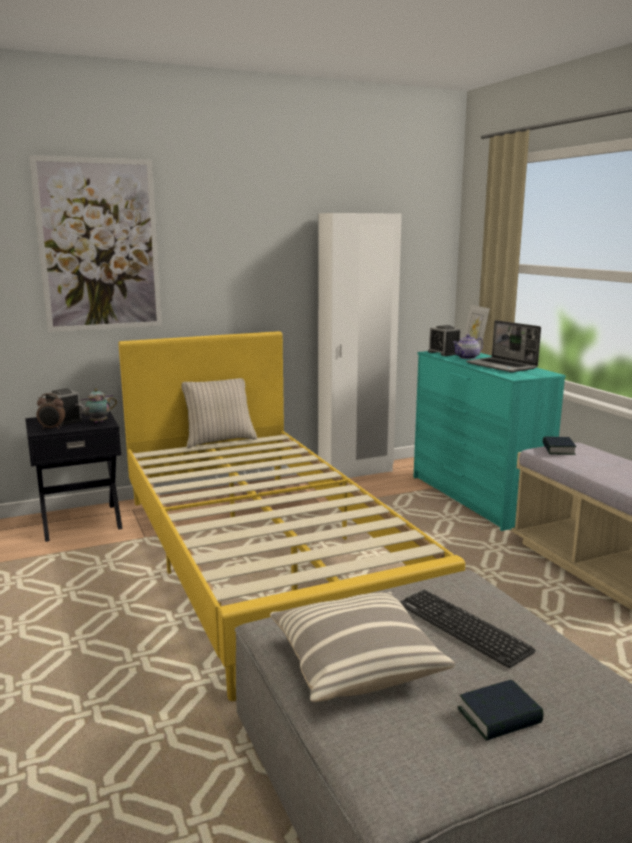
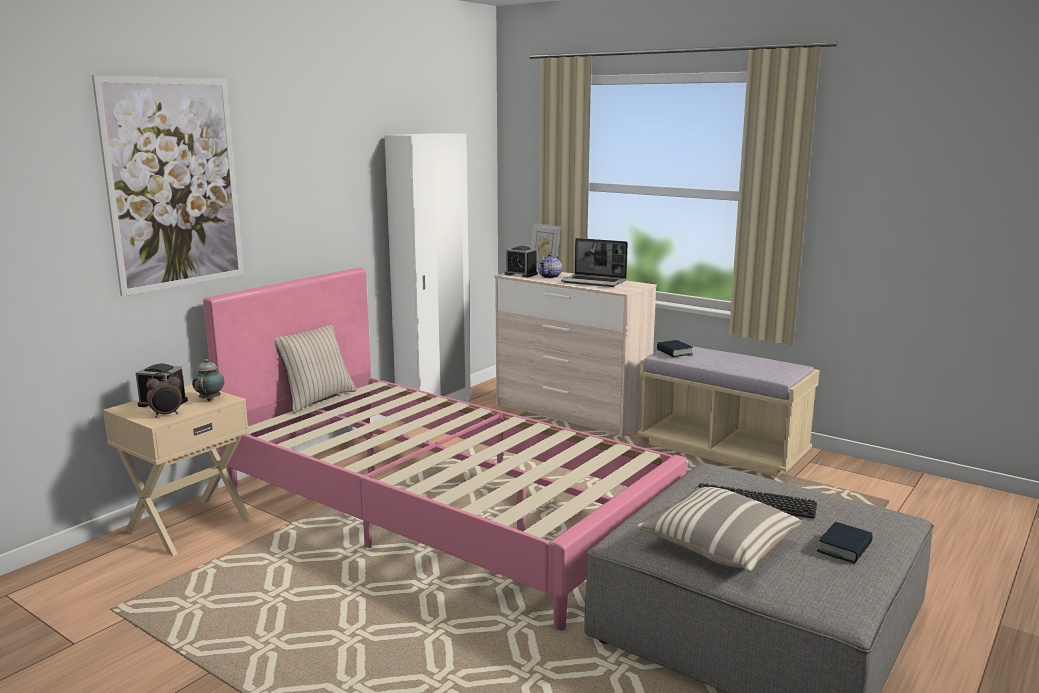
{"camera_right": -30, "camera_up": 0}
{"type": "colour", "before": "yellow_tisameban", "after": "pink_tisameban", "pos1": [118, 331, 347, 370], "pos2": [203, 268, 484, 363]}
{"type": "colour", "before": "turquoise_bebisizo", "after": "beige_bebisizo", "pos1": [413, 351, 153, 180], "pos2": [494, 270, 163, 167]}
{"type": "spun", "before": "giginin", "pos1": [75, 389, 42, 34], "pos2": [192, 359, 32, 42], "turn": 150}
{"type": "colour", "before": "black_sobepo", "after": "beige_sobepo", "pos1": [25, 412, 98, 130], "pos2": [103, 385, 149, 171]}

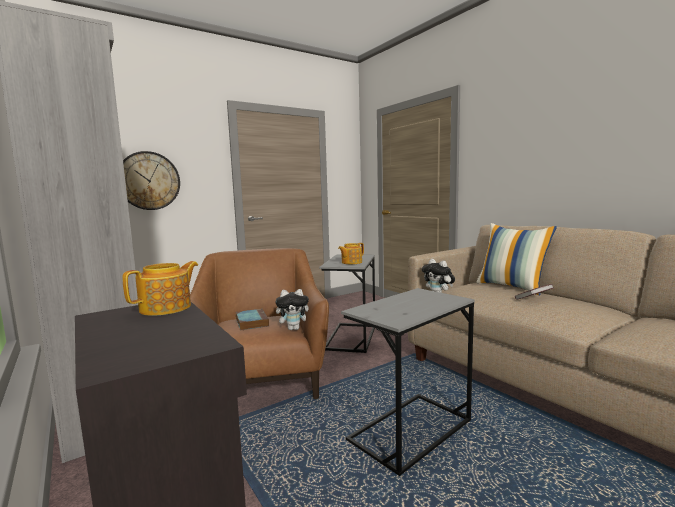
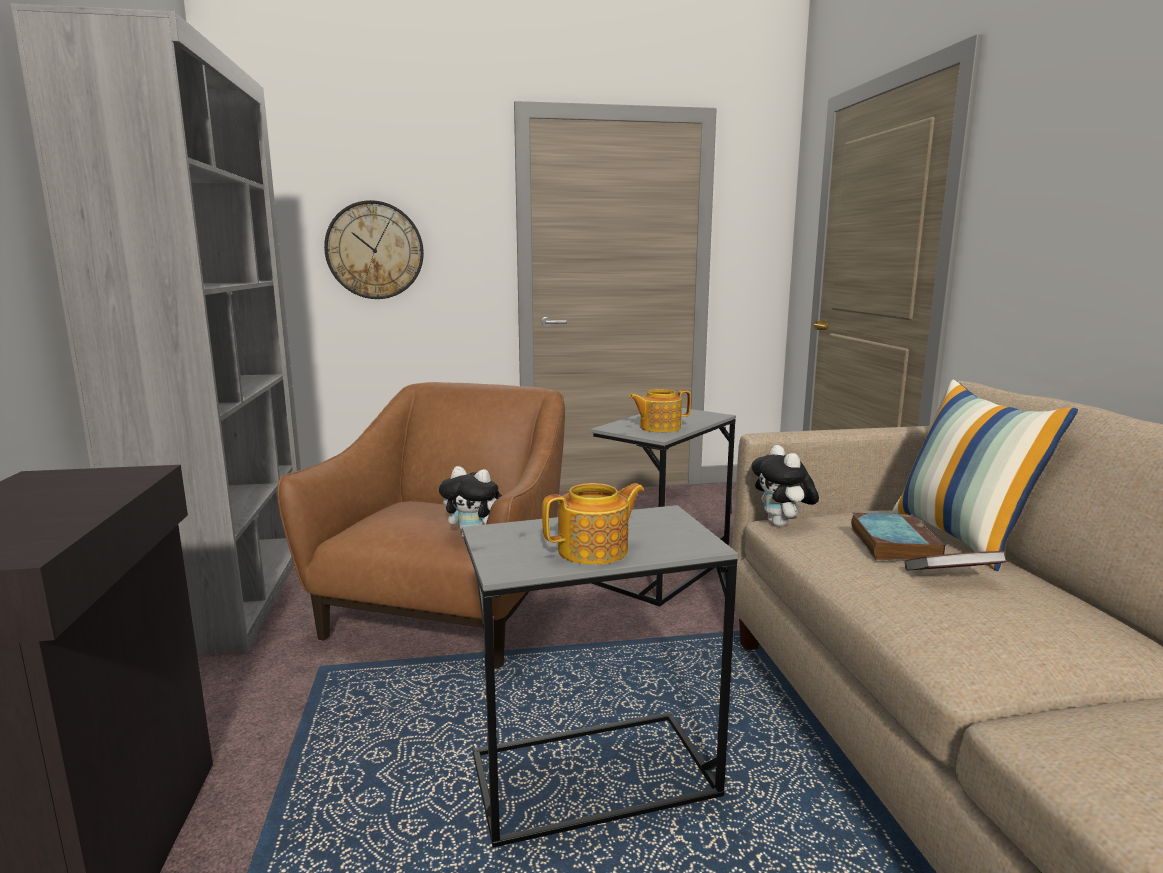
{"camera_right": 25, "camera_up": 5}
{"type": "relocated", "before": "giginin", "pos1": [122, 261, 76, 55], "pos2": [542, 483, 102, 82]}
{"type": "relocated", "before": "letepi", "pos1": [236, 309, 33, 22], "pos2": [851, 513, 94, 48]}

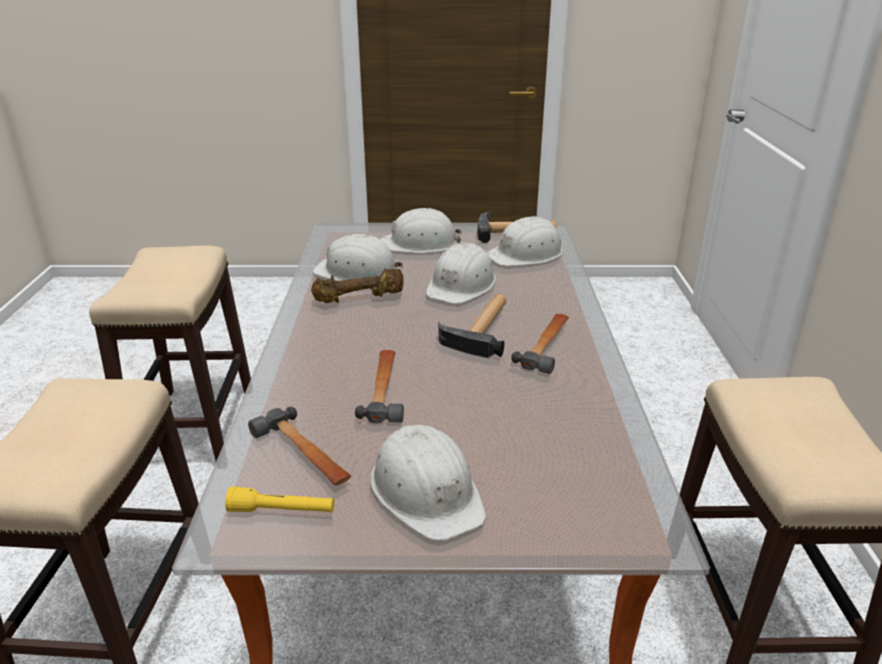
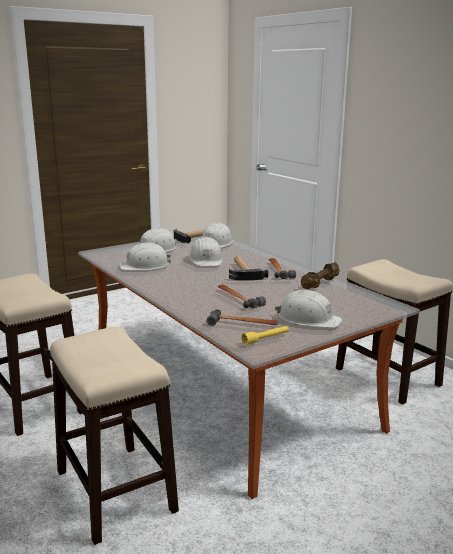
{"camera_right": -35, "camera_up": -10}
{"type": "relocated", "before": "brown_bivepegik", "pos1": [311, 268, 93, 35], "pos2": [301, 262, 39, 27]}

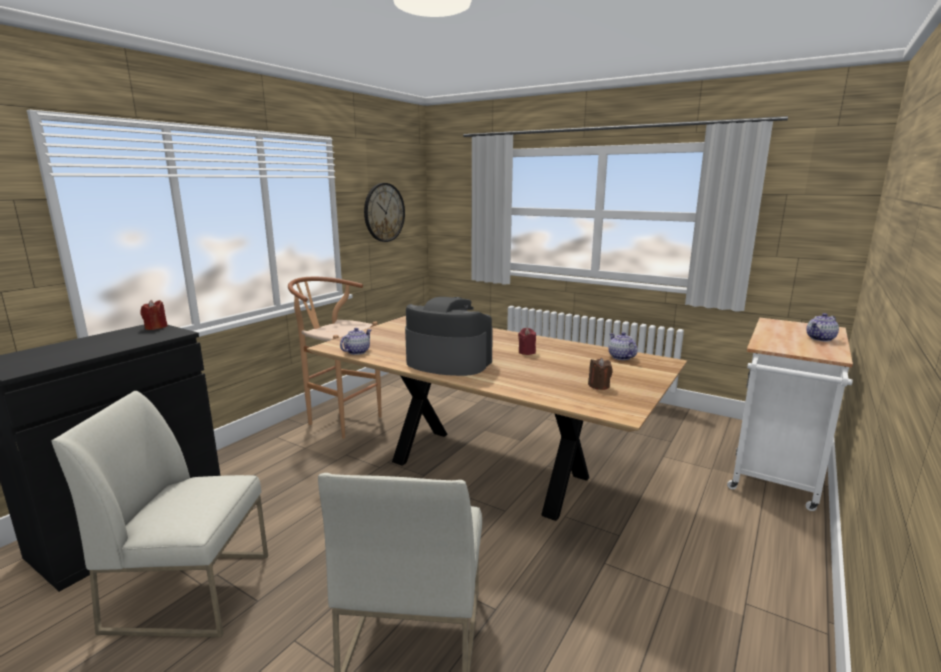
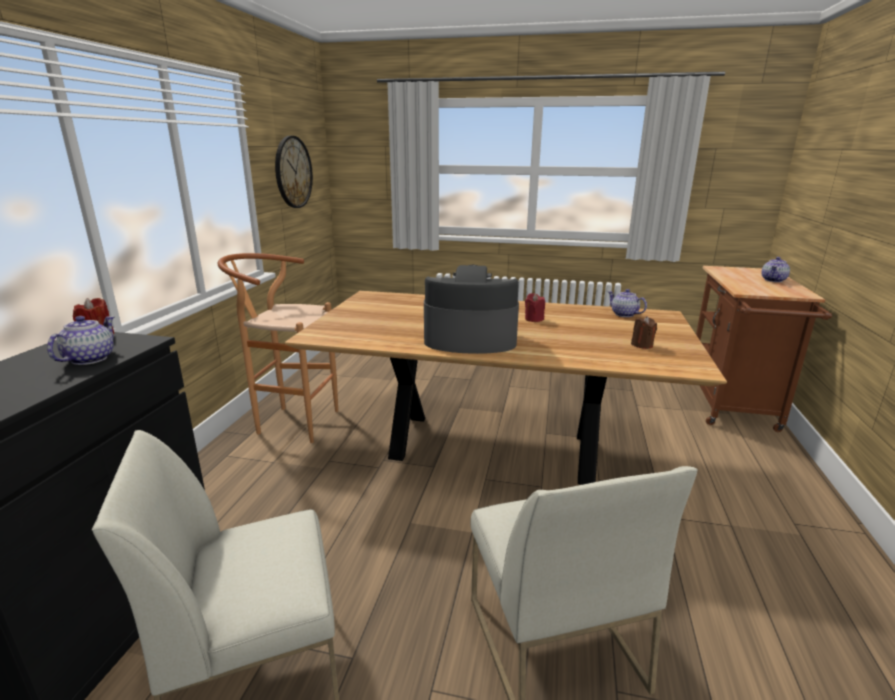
{"camera_right": -20, "camera_up": 5}
{"type": "colour", "before": "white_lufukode", "after": "brown_lufukode", "pos1": [727, 318, 126, 193], "pos2": [696, 266, 136, 166]}
{"type": "relocated", "before": "giginin", "pos1": [340, 328, 31, 27], "pos2": [47, 316, 67, 49]}

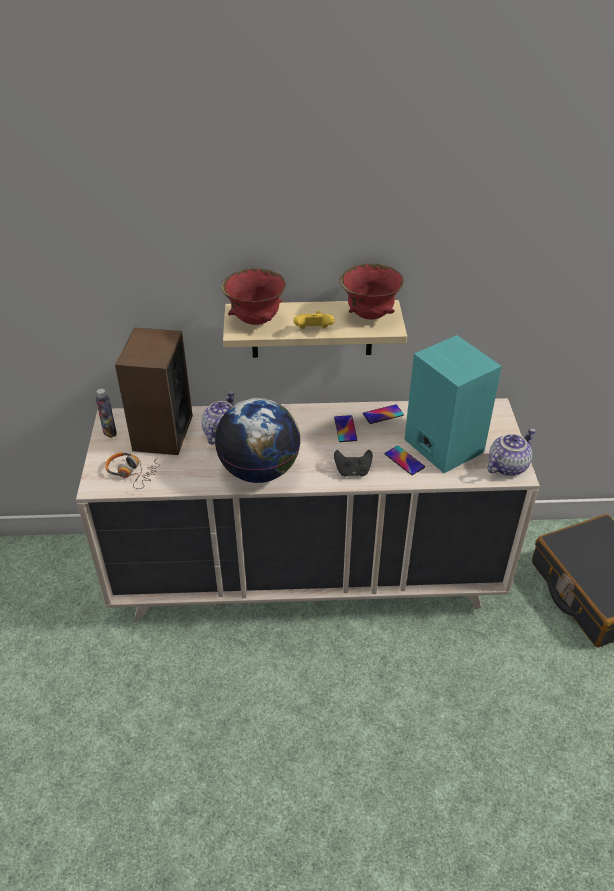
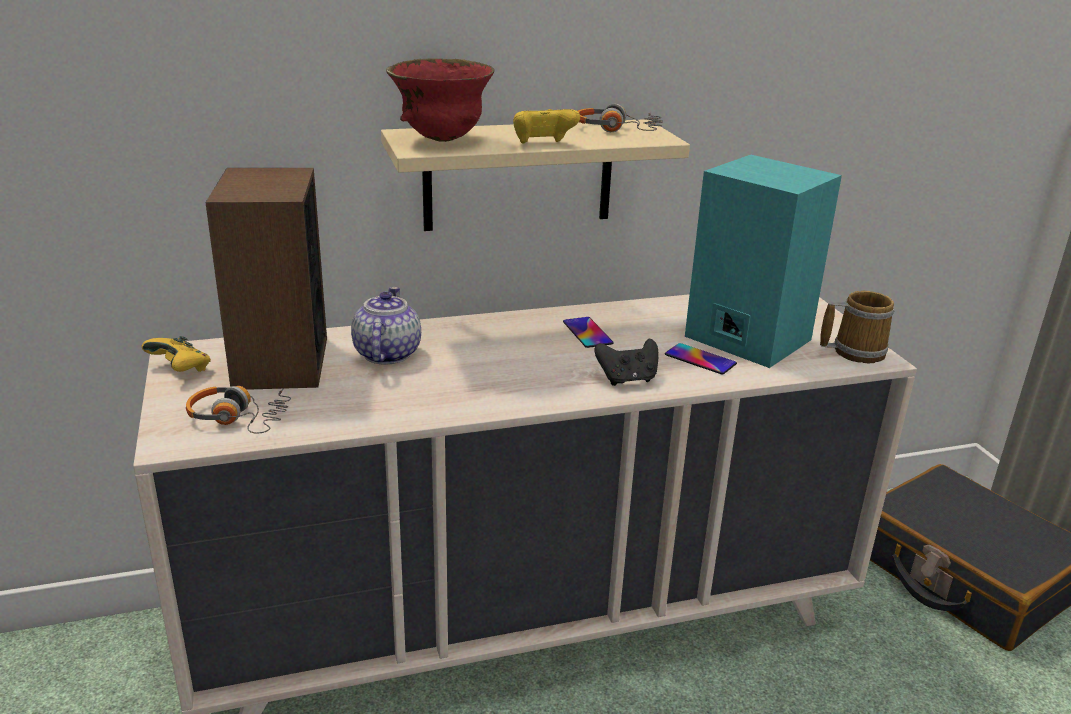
{"camera_right": -15, "camera_up": -15}
{"type": "exchanged", "before": "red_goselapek", "after": "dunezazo", "pos1": [340, 264, 64, 55], "pos2": [578, 104, 85, 28]}
{"type": "exchanged", "before": "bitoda", "after": "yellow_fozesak", "pos1": [95, 389, 22, 49], "pos2": [142, 336, 69, 36]}
{"type": "missing", "before": "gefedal", "pos1": [215, 398, 86, 85]}
{"type": "missing", "before": "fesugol", "pos1": [363, 404, 41, 20]}
{"type": "exchanged", "before": "giginin", "after": "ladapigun", "pos1": [487, 429, 49, 47], "pos2": [820, 291, 74, 72]}

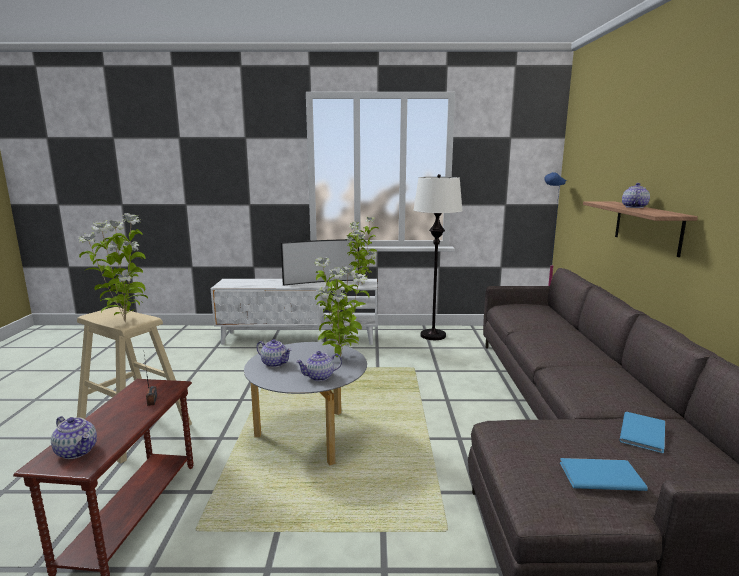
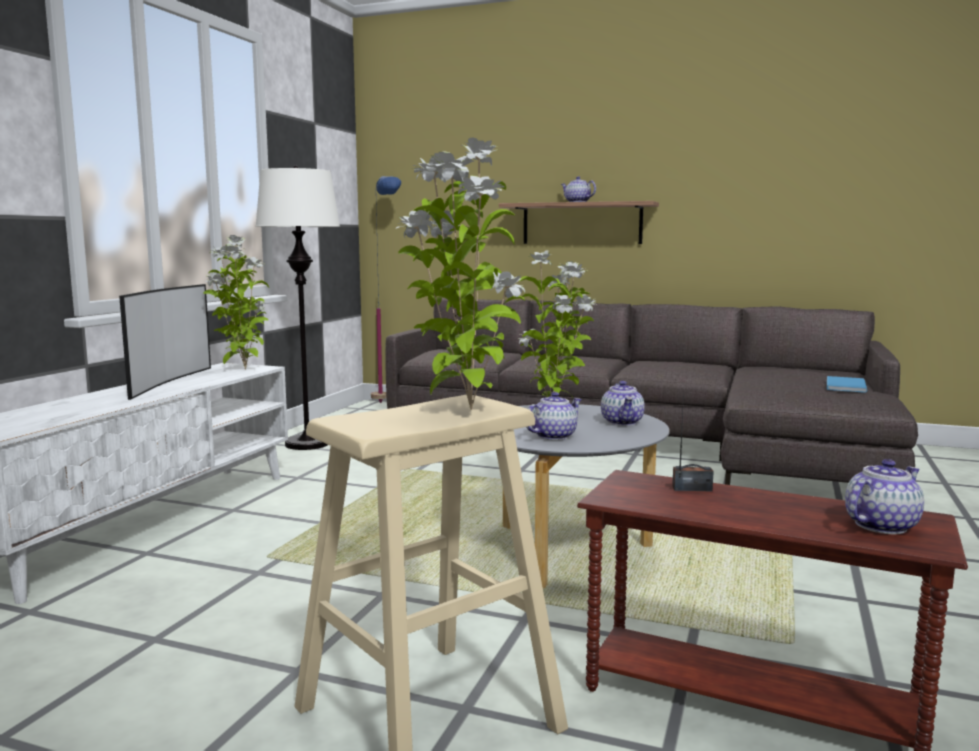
{"camera_right": -70, "camera_up": -5}
{"type": "missing", "before": "blue_letepi", "pos1": [619, 412, 46, 41]}

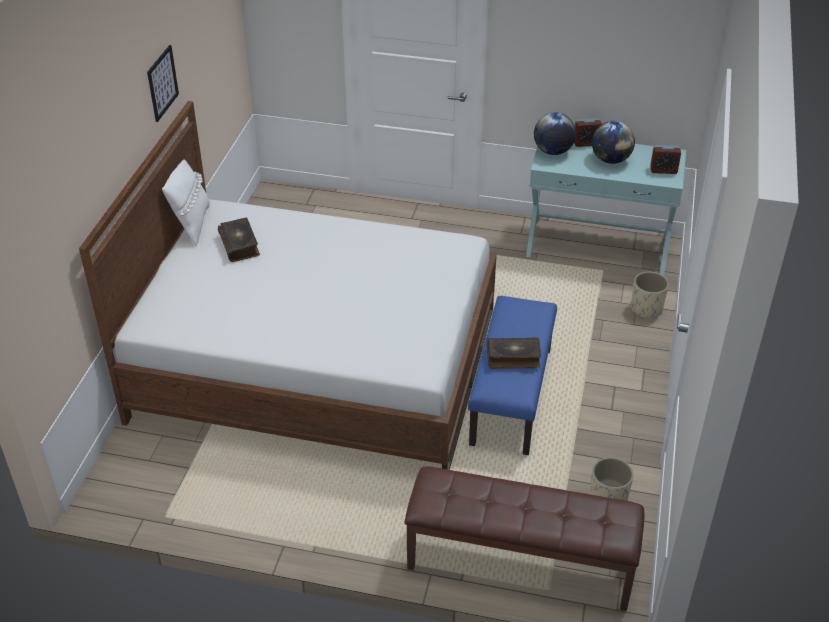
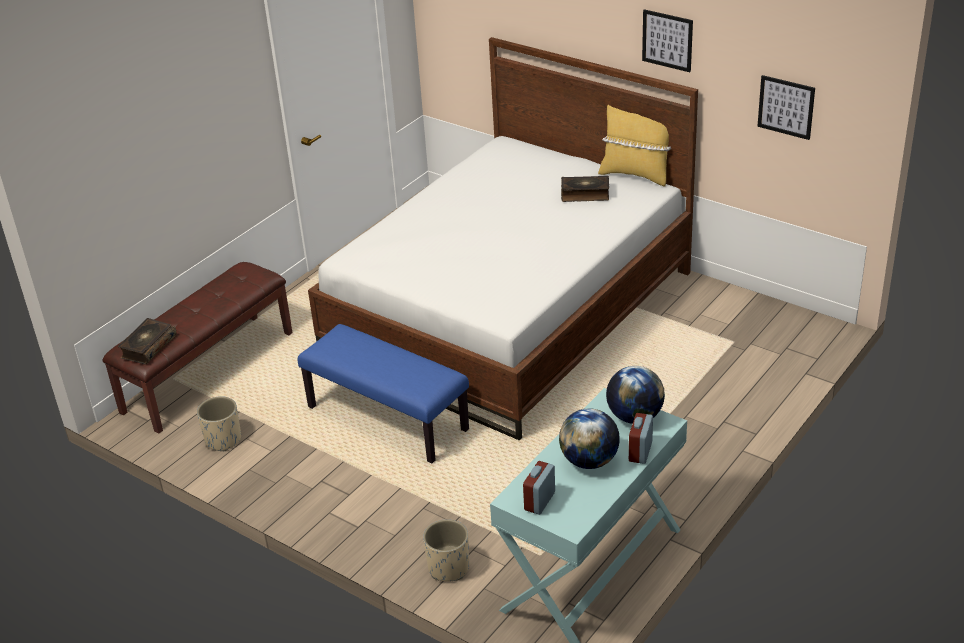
{"camera_right": 115, "camera_up": -5}
{"type": "colour", "before": "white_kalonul", "after": "yellow_kalonul", "pos1": [162, 160, 48, 86], "pos2": [598, 105, 73, 81]}
{"type": "relocated", "before": "letepi", "pos1": [487, 337, 54, 32], "pos2": [118, 318, 58, 47]}
{"type": "appeared", "after": "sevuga", "pos2": [757, 75, 58, 65]}

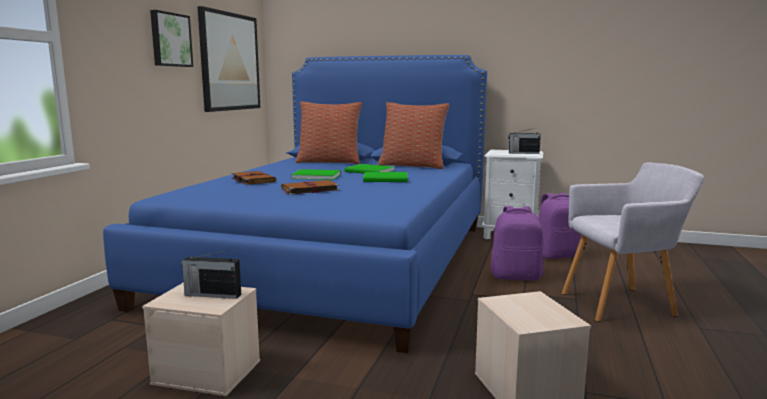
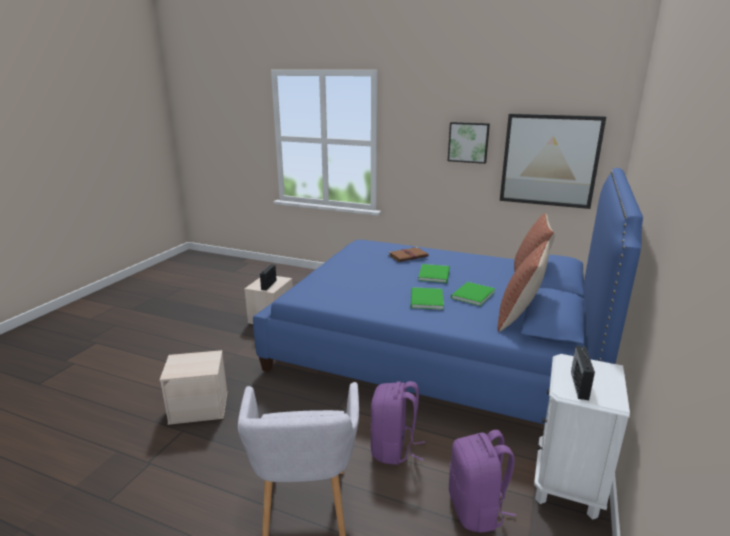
{"camera_right": 95, "camera_up": 10}
{"type": "missing", "before": "brown_letepi", "pos1": [281, 180, 58, 15]}

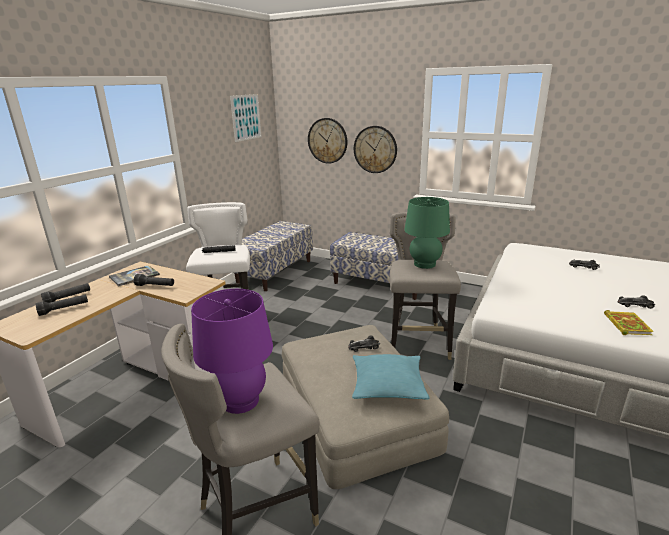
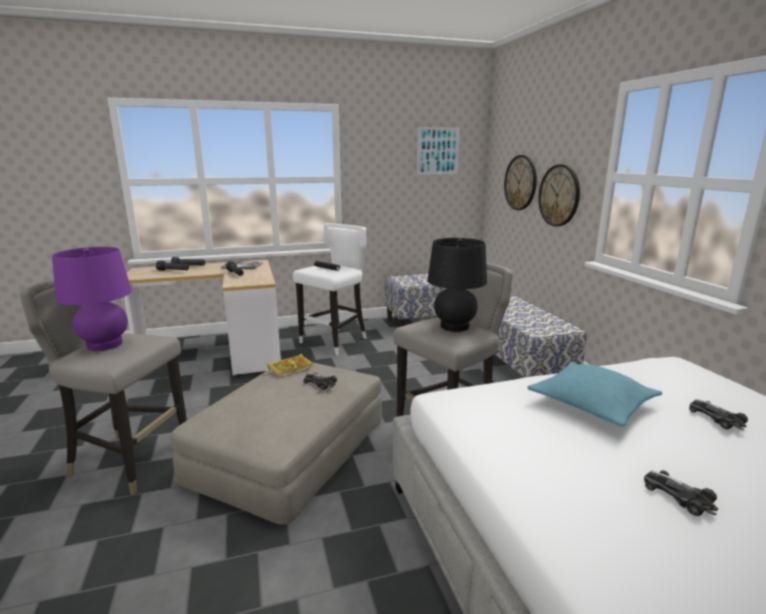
{"camera_right": 45, "camera_up": -5}
{"type": "colour", "before": "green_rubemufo", "after": "black_rubemufo", "pos1": [405, 197, 45, 72], "pos2": [427, 238, 60, 94]}
{"type": "relocated", "before": "letepi", "pos1": [604, 310, 50, 25], "pos2": [267, 354, 46, 23]}
{"type": "relocated", "before": "turquoise_kalonul", "pos1": [352, 354, 77, 46], "pos2": [527, 362, 135, 65]}

